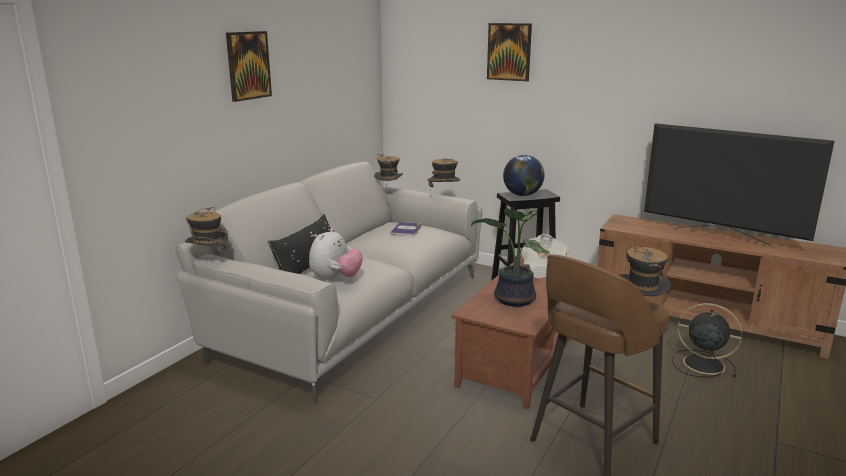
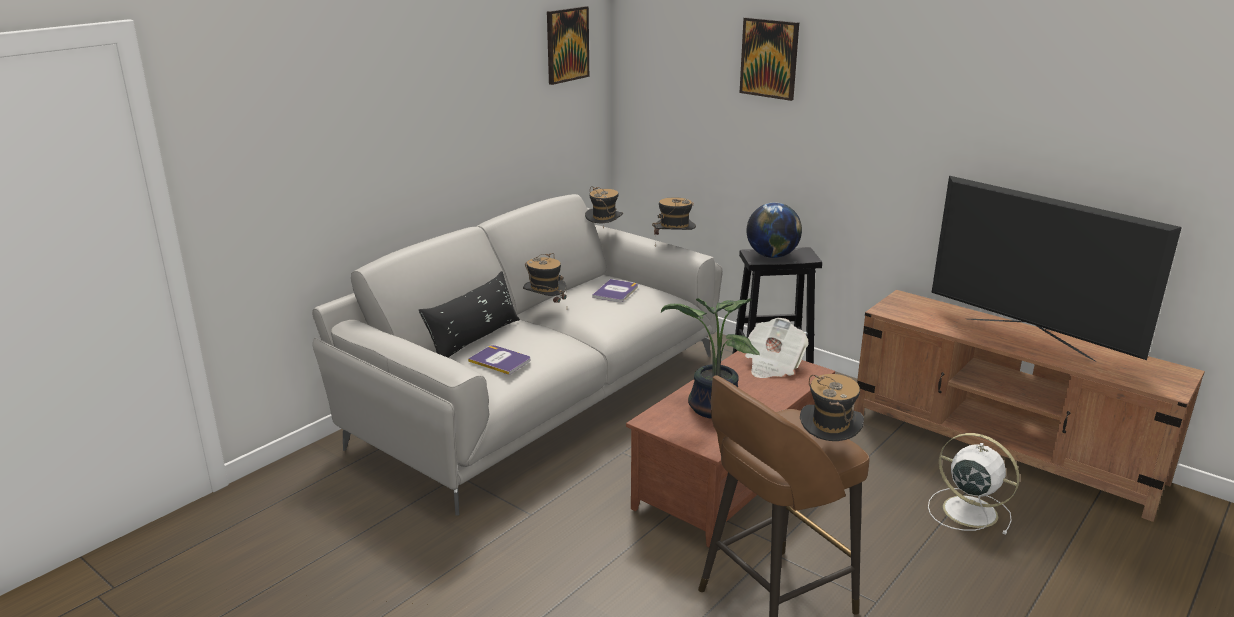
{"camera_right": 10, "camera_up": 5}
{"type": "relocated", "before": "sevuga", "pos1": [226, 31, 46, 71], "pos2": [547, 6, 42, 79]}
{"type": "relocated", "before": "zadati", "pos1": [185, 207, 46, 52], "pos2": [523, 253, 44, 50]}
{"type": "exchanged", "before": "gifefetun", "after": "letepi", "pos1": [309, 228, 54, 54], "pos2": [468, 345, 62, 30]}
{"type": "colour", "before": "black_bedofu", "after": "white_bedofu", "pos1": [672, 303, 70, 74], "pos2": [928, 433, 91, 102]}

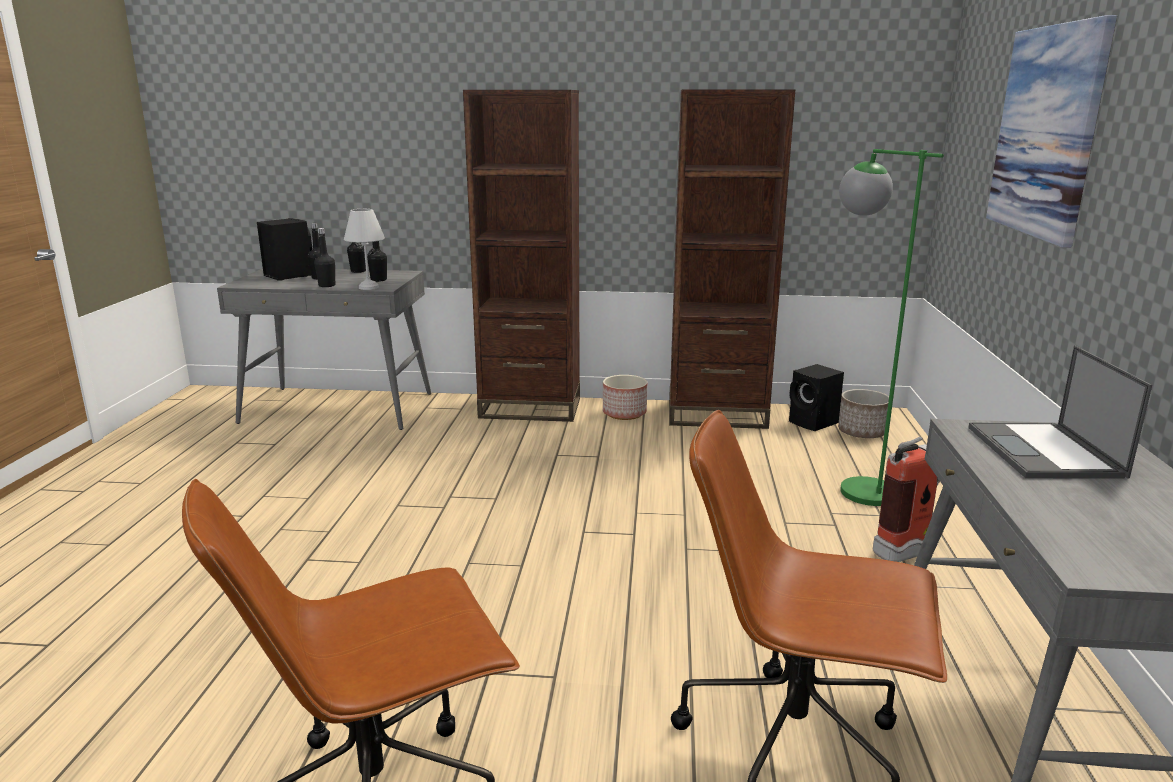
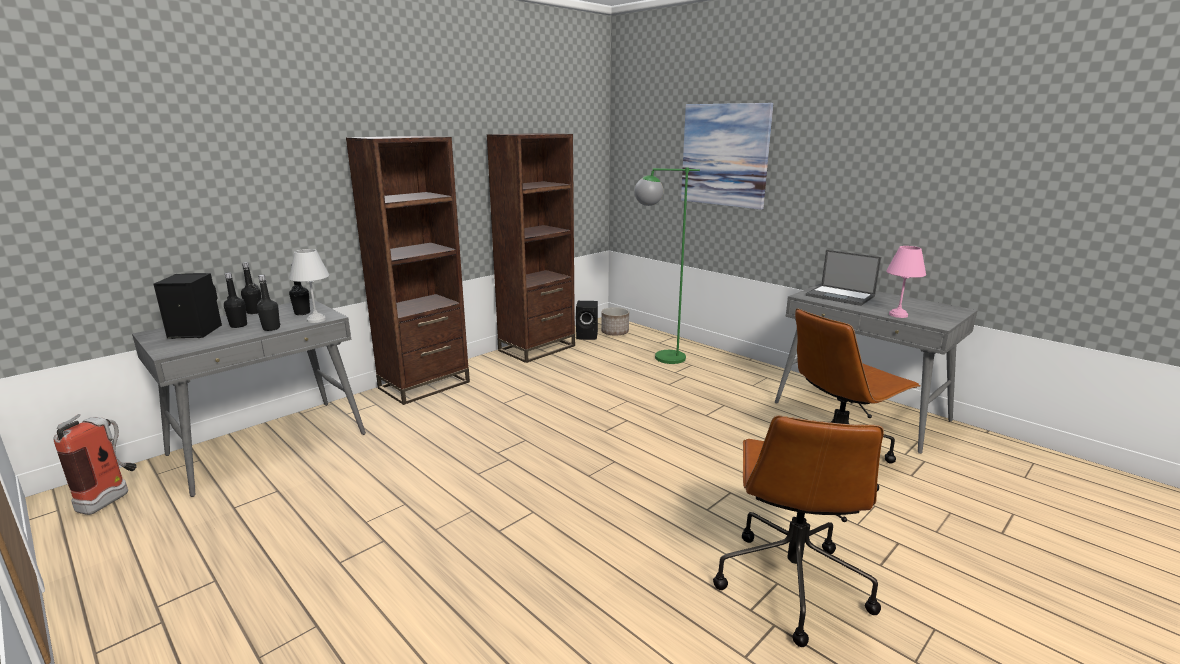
{"camera_right": -50, "camera_up": 0}
{"type": "missing", "before": "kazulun", "pos1": [603, 375, 44, 45]}
{"type": "relocated", "before": "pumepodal", "pos1": [873, 437, 67, 125], "pos2": [53, 414, 84, 101]}
{"type": "appeared", "after": "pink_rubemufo", "pos2": [886, 246, 40, 72]}

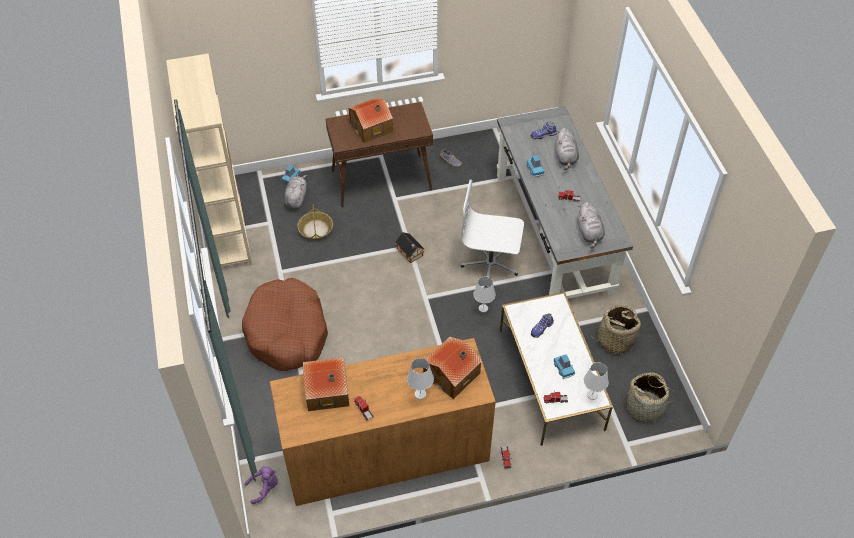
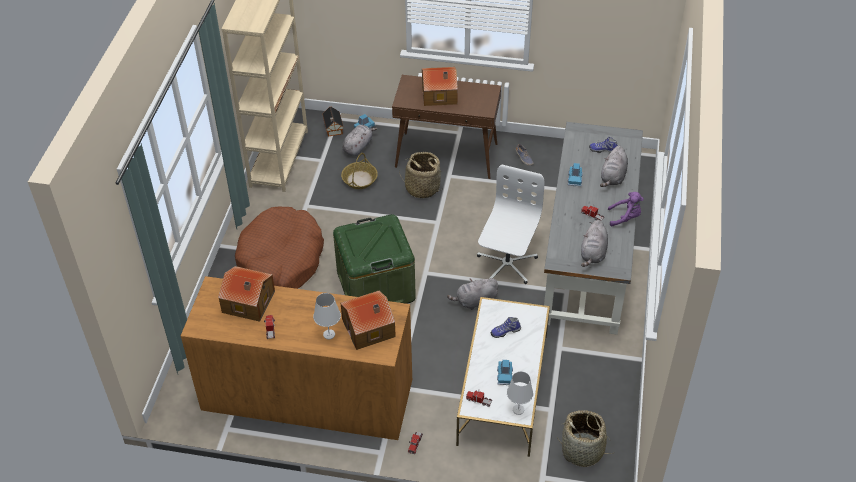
{"camera_right": 25, "camera_up": -5}
{"type": "spun", "before": "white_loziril", "pos1": [461, 180, 63, 107], "pos2": [477, 165, 68, 119], "turn": 75}
{"type": "relocated", "before": "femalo", "pos1": [395, 232, 29, 31], "pos2": [322, 107, 21, 29]}
{"type": "exchanged", "before": "white_rubemufo", "after": "grey_gifefetun", "pos1": [473, 276, 22, 37], "pos2": [447, 278, 51, 32]}
{"type": "relocated", "before": "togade", "pos1": [590, 305, 51, 49], "pos2": [399, 152, 42, 46]}
{"type": "relocated", "before": "purple_gifefetun", "pos1": [244, 466, 34, 38], "pos2": [608, 192, 36, 34]}
{"type": "appeared", "after": "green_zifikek", "pos2": [333, 214, 83, 90]}

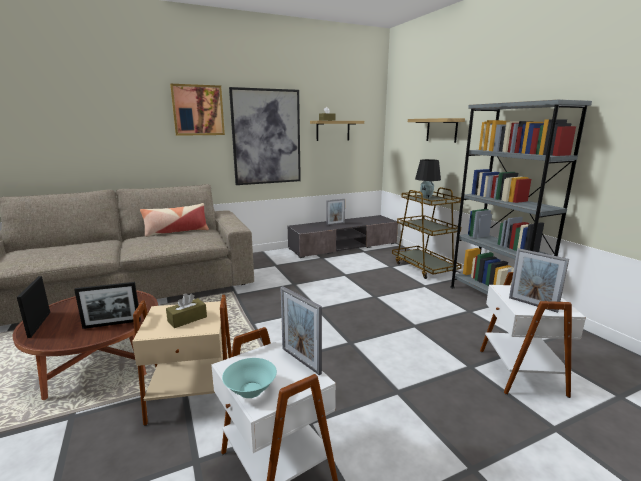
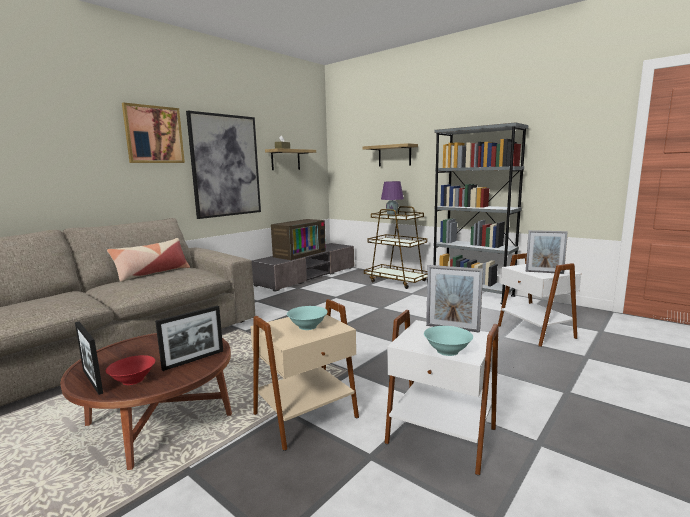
{"camera_right": -25, "camera_up": -5}
{"type": "colour", "before": "black_rubemufo", "after": "purple_rubemufo", "pos1": [415, 159, 26, 39], "pos2": [381, 181, 23, 34]}
{"type": "exchanged", "before": "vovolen", "after": "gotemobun", "pos1": [326, 199, 19, 26], "pos2": [271, 219, 55, 41]}
{"type": "exchanged", "before": "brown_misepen", "after": "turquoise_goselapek", "pos1": [166, 293, 41, 35], "pos2": [287, 306, 41, 24]}
{"type": "appeared", "after": "red_goselapek", "pos2": [106, 355, 49, 30]}

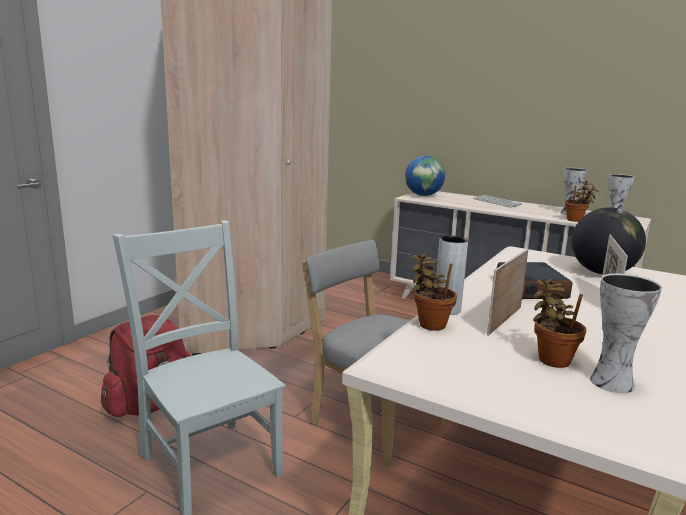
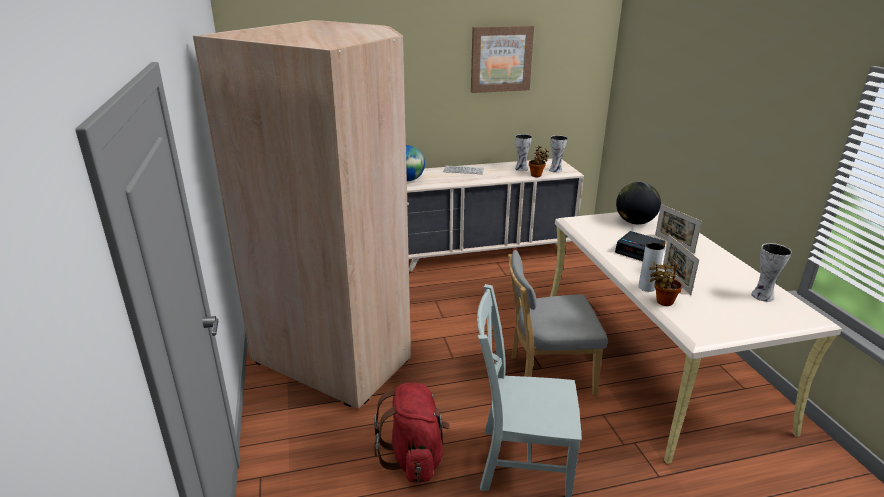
{"camera_right": -45, "camera_up": 10}
{"type": "missing", "before": "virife", "pos1": [533, 279, 54, 89]}
{"type": "appeared", "after": "sevuga", "pos2": [471, 26, 63, 67]}

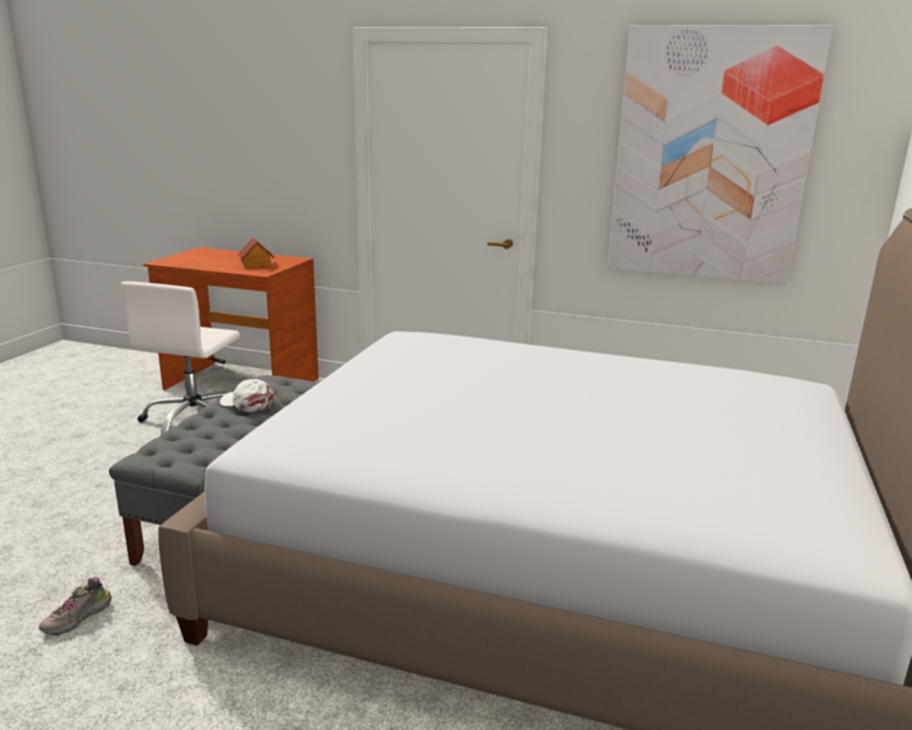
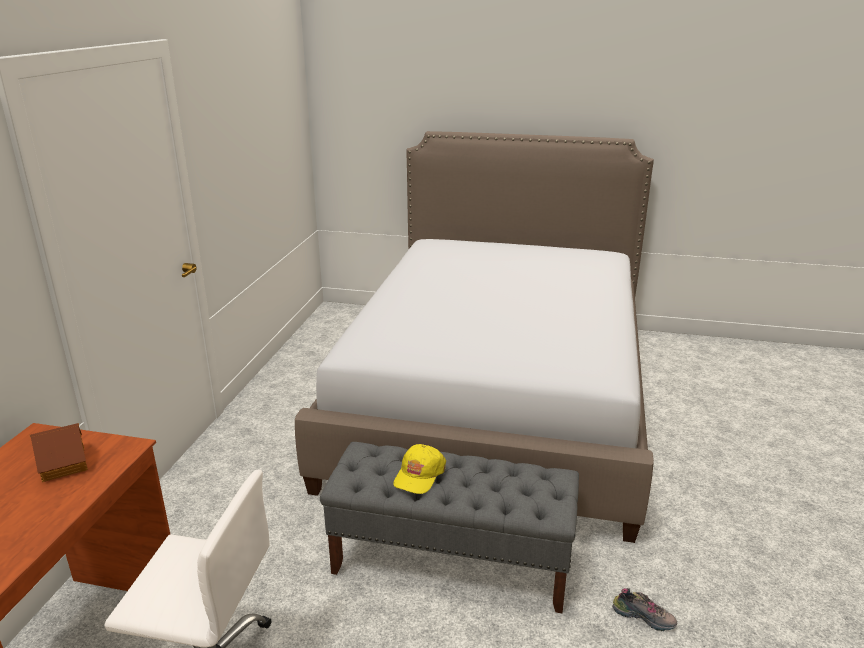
{"camera_right": -95, "camera_up": 5}
{"type": "missing", "before": "sevuga", "pos1": [608, 25, 225, 260]}
{"type": "colour", "before": "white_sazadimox", "after": "yellow_sazadimox", "pos1": [220, 379, 54, 33], "pos2": [394, 444, 52, 50]}

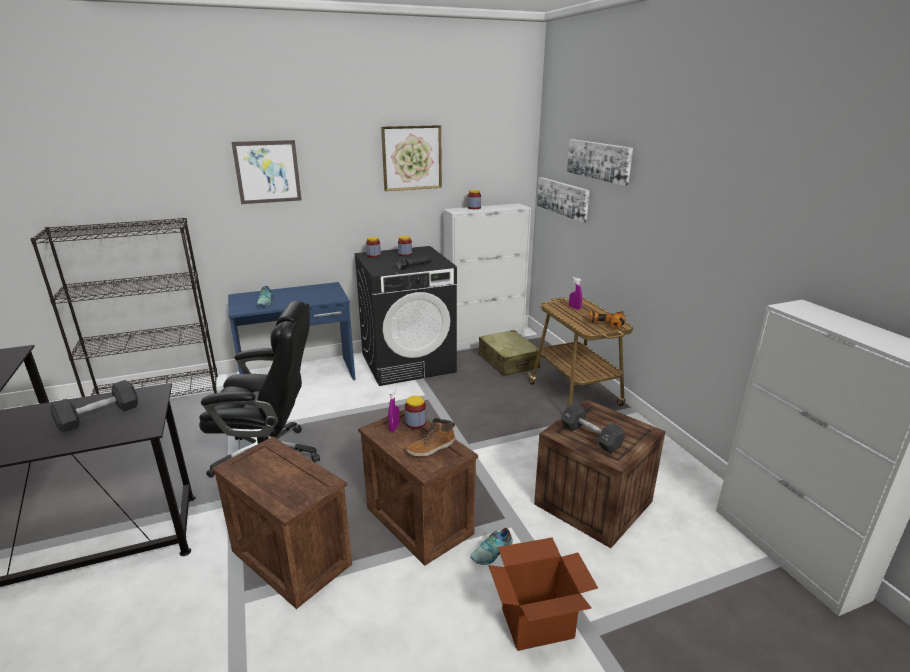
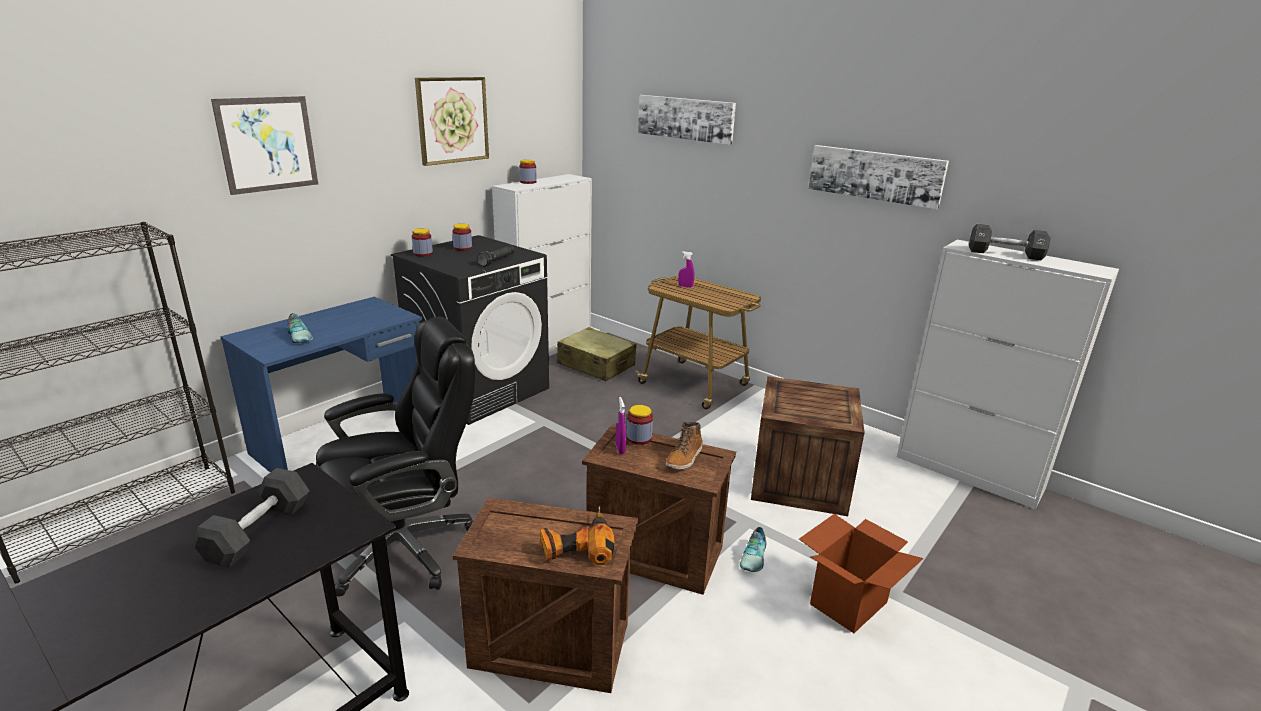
{"camera_right": -30, "camera_up": 0}
{"type": "relocated", "before": "sevuga", "pos1": [537, 177, 53, 46], "pos2": [809, 145, 140, 64]}
{"type": "relocated", "before": "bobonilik", "pos1": [589, 310, 36, 19], "pos2": [540, 506, 75, 59]}
{"type": "relocated", "before": "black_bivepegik", "pos1": [561, 403, 64, 50], "pos2": [969, 224, 82, 36]}

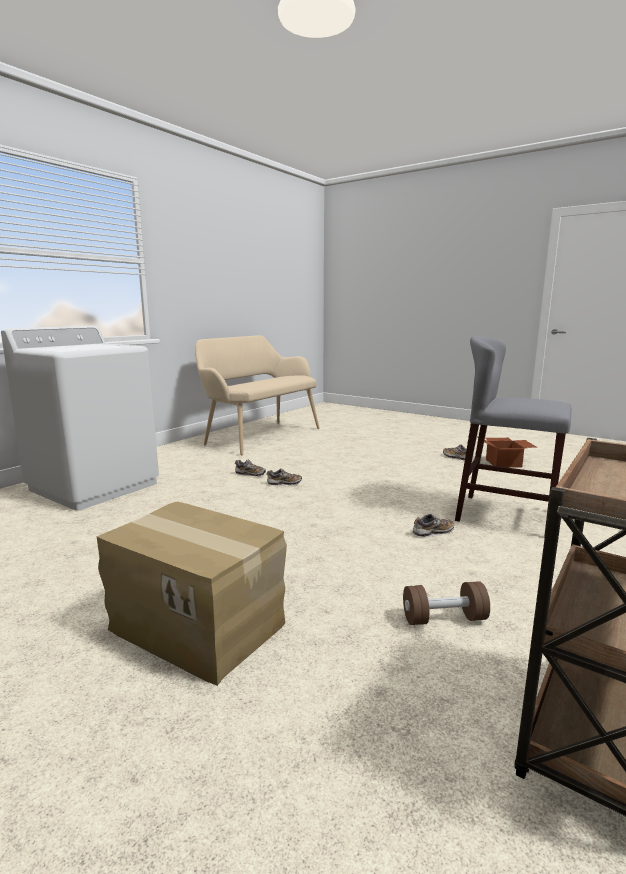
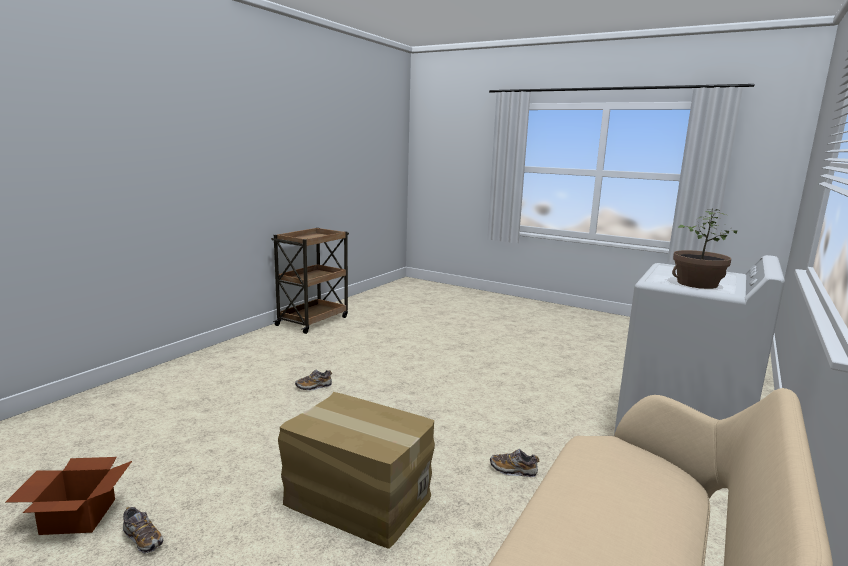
{"camera_right": 175, "camera_up": 0}
{"type": "missing", "before": "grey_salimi", "pos1": [455, 336, 117, 201]}
{"type": "missing", "before": "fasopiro", "pos1": [266, 468, 36, 18]}
{"type": "relocated", "before": "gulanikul", "pos1": [96, 502, 191, 184], "pos2": [278, 392, 157, 157]}
{"type": "missing", "before": "brown_bivepegik", "pos1": [403, 581, 87, 44]}
{"type": "appeared", "after": "virife", "pos2": [672, 209, 65, 80]}

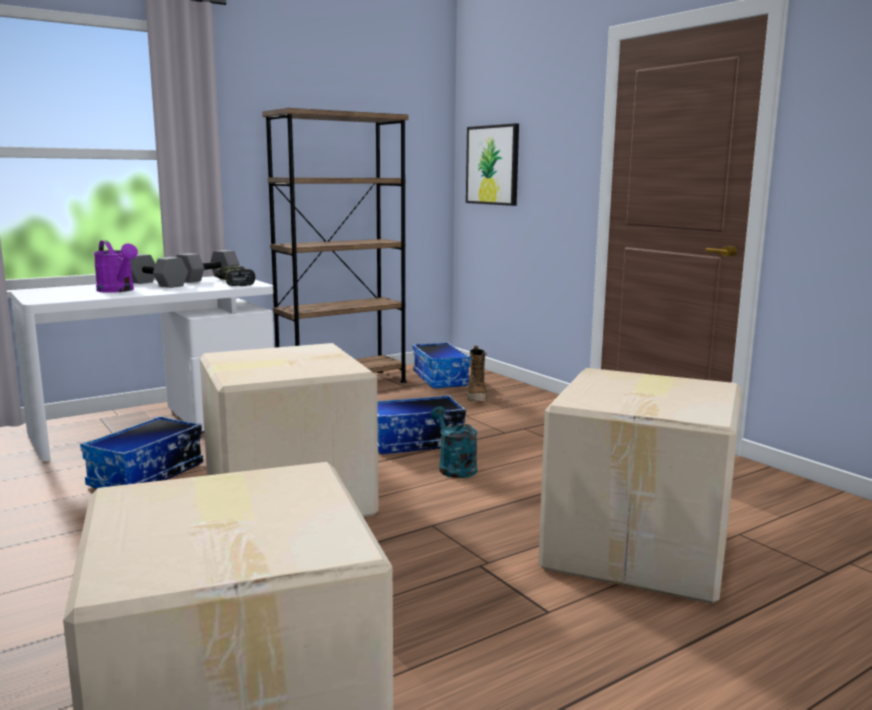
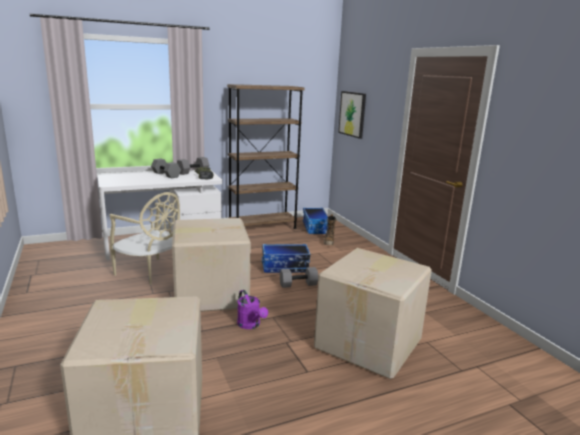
{"camera_right": 10, "camera_up": 5}
{"type": "relocated", "before": "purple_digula", "pos1": [93, 240, 45, 53], "pos2": [237, 290, 31, 39]}
{"type": "exchanged", "before": "turquoise_digula", "after": "grey_bivepegik", "pos1": [431, 406, 46, 72], "pos2": [280, 267, 38, 21]}
{"type": "exchanged", "before": "zifikek", "after": "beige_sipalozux", "pos1": [80, 416, 123, 73], "pos2": [110, 192, 70, 93]}

